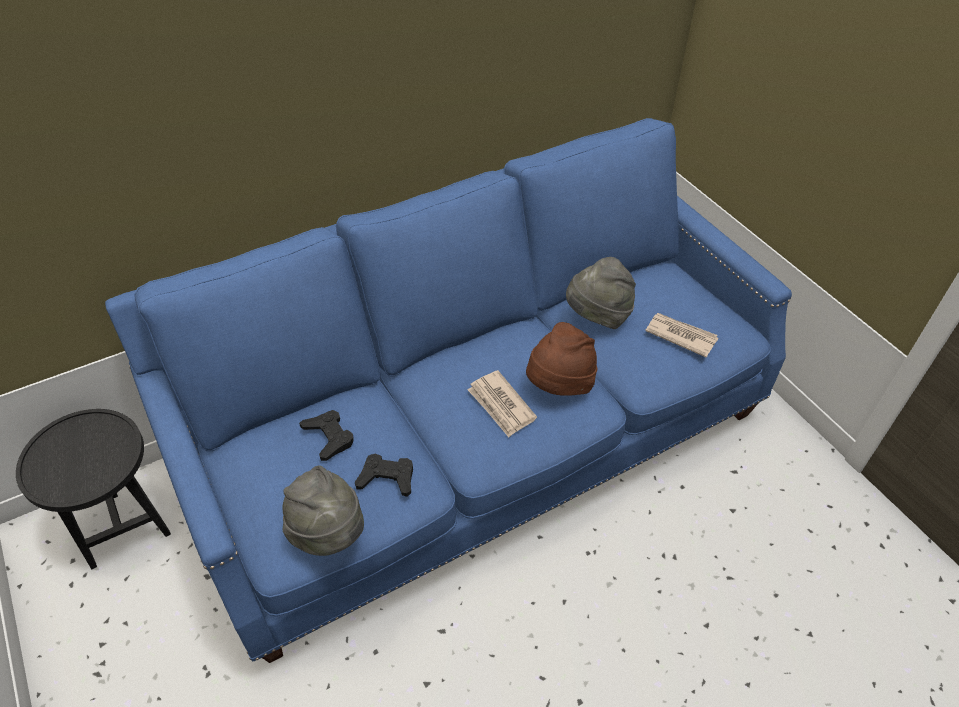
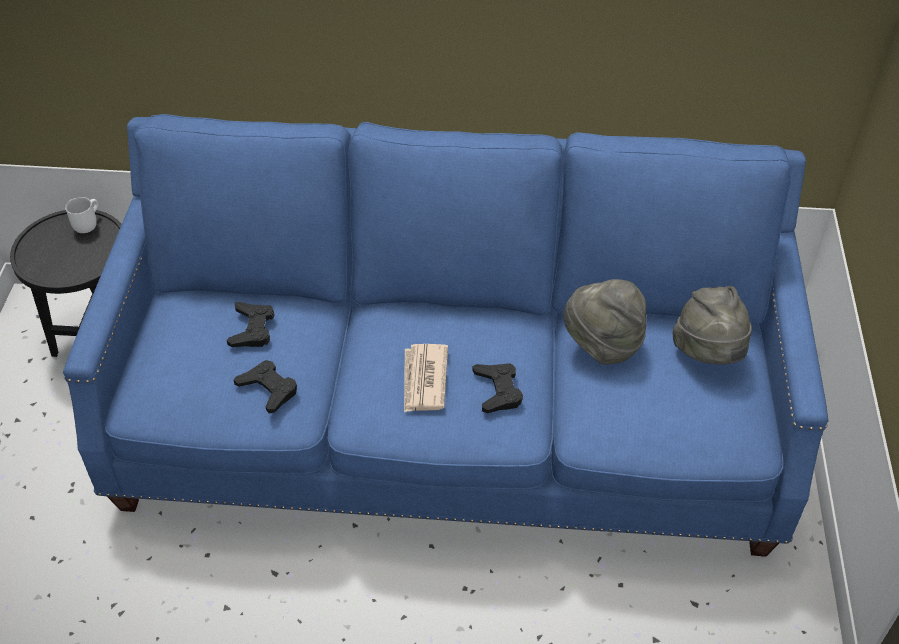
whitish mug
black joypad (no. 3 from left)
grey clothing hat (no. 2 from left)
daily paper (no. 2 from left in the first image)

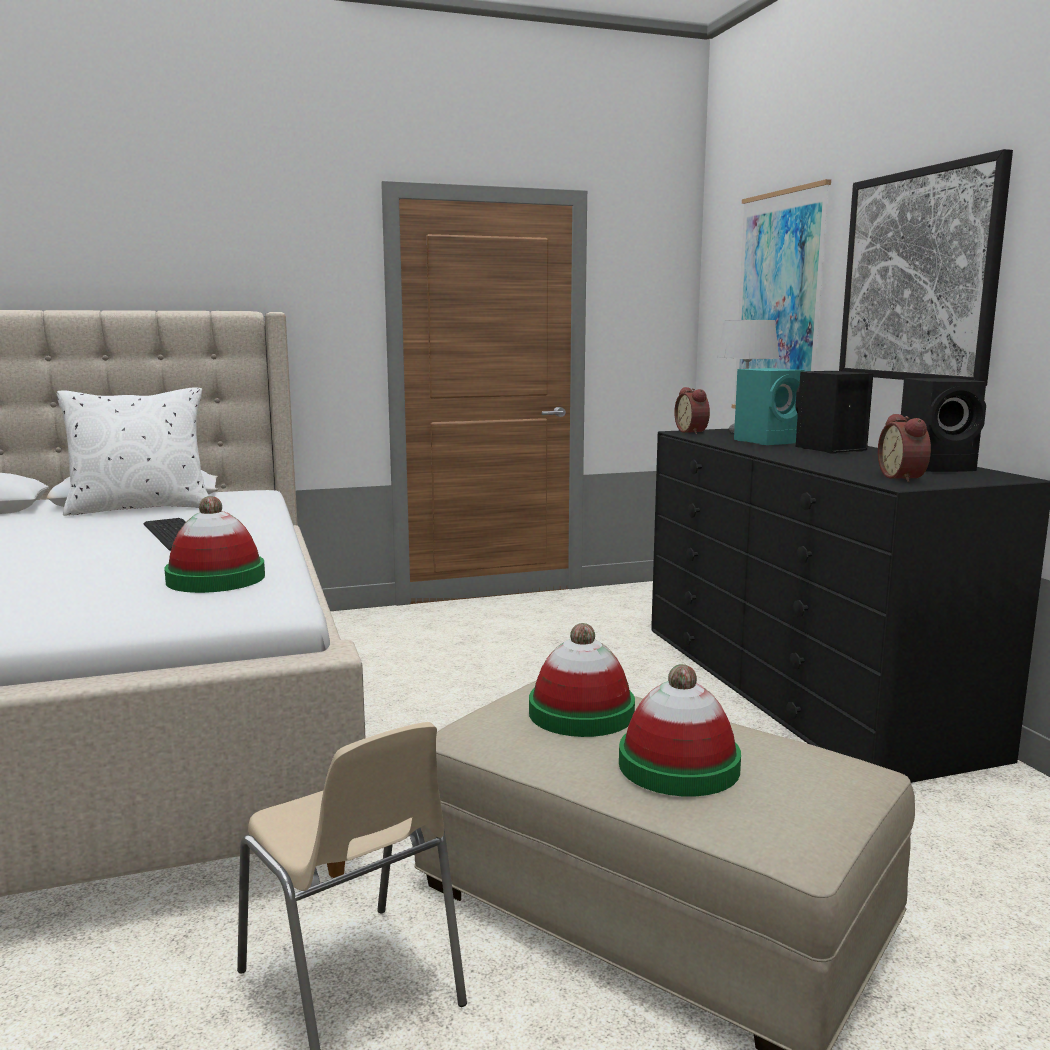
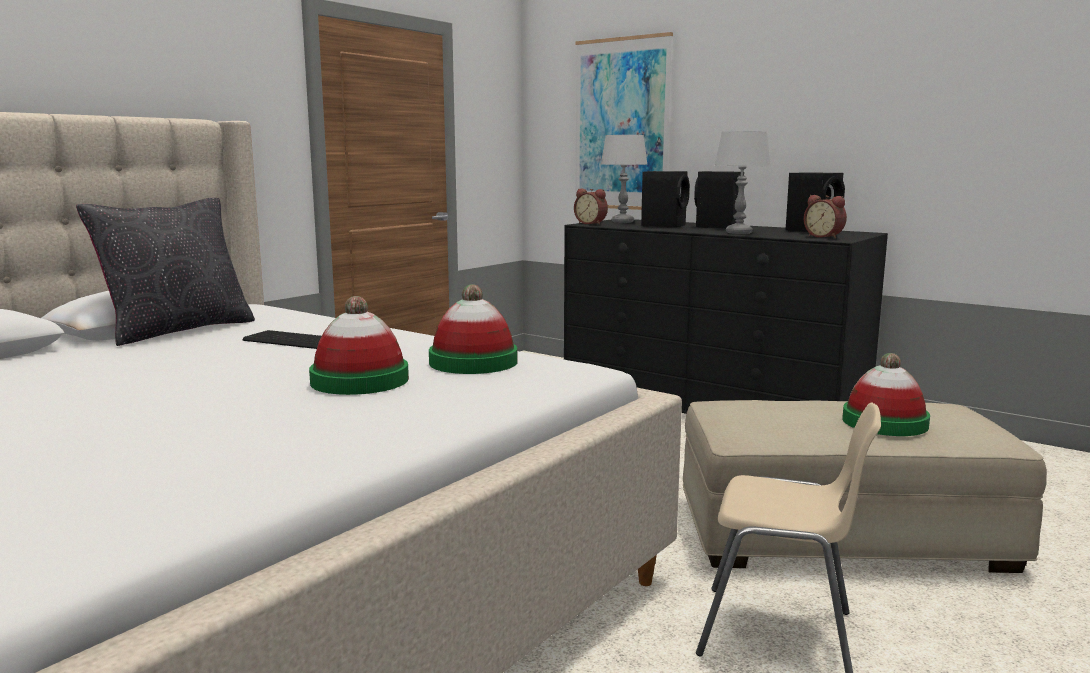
black cushion
clothing hat (no. 1 from left)
black loudspeaker (no. 1 from left)
grey table lamp (no. 2 from left)
wall art (no. 2 from left in the first image)

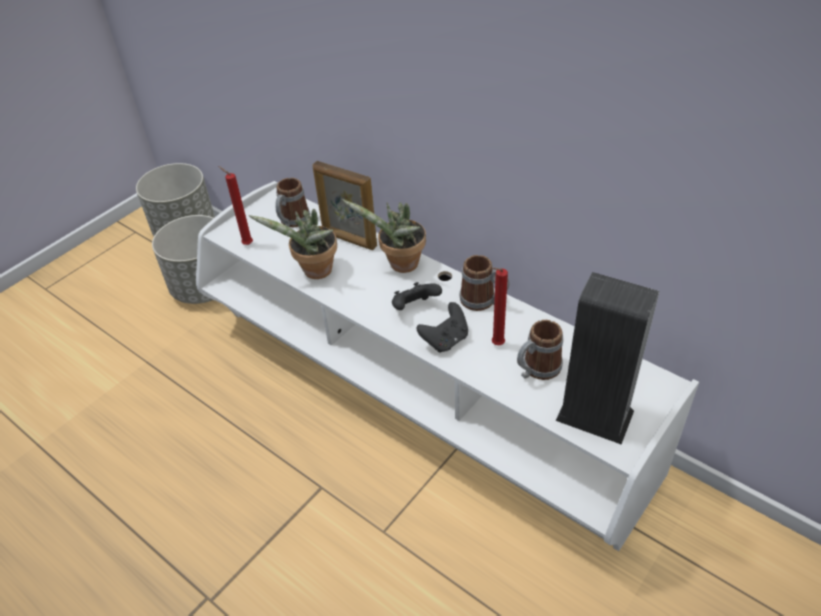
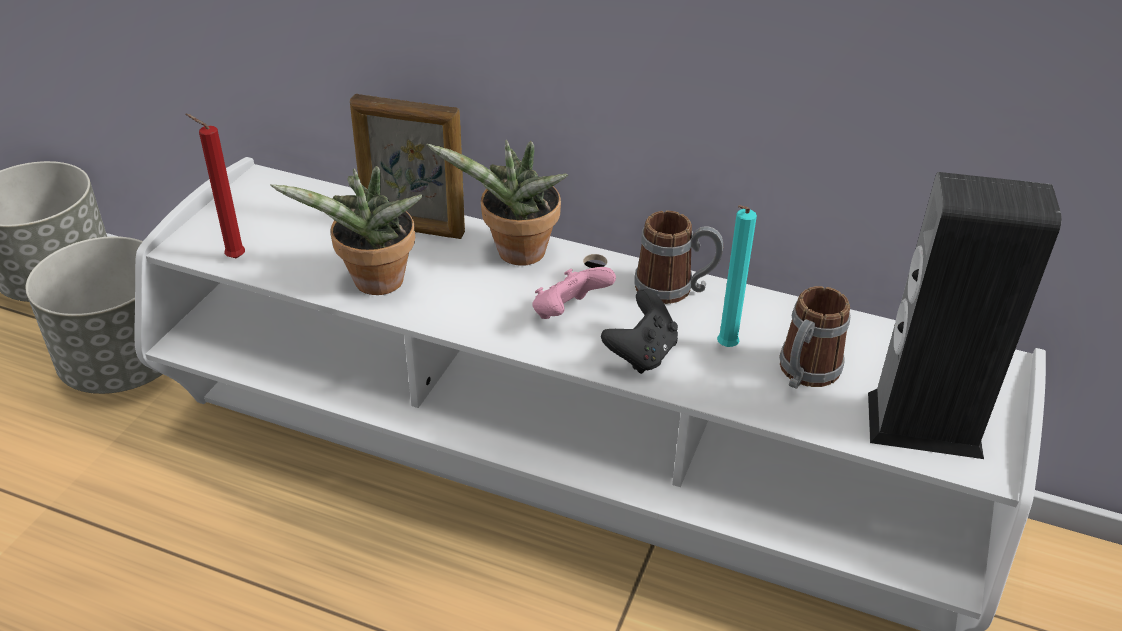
pinkish joypad
blue-green wax candle
mug (no. 1 from left in the first image)

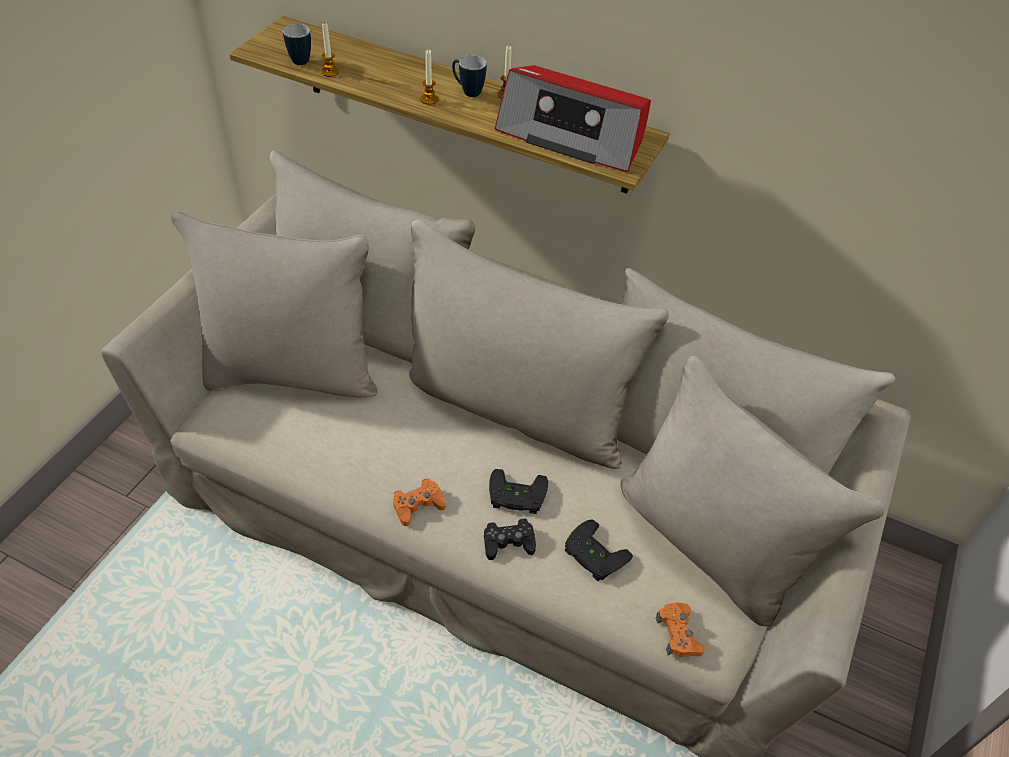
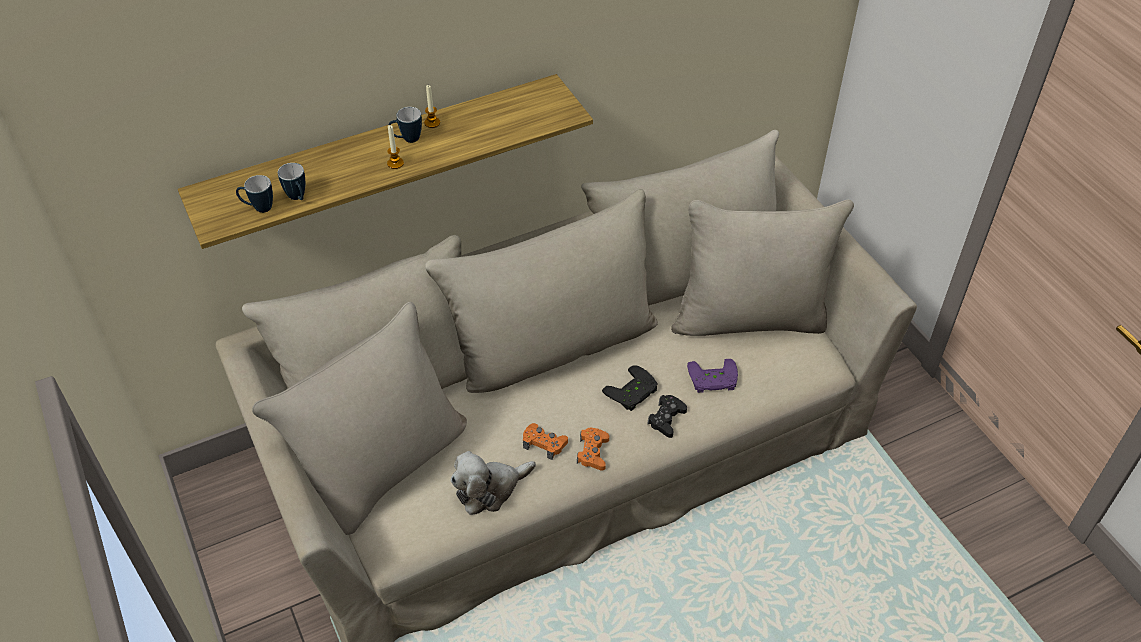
mug (no. 2 from left)
soft toy
orangey joypad (no. 1 from left)
purple-coloured joypad
radio

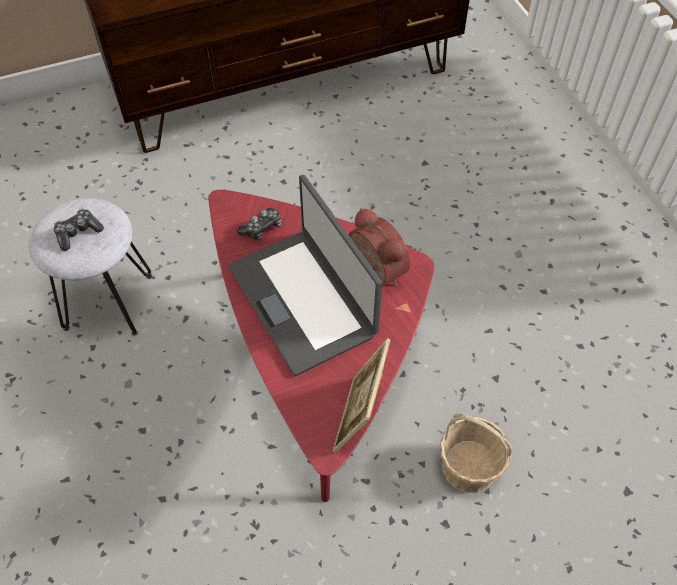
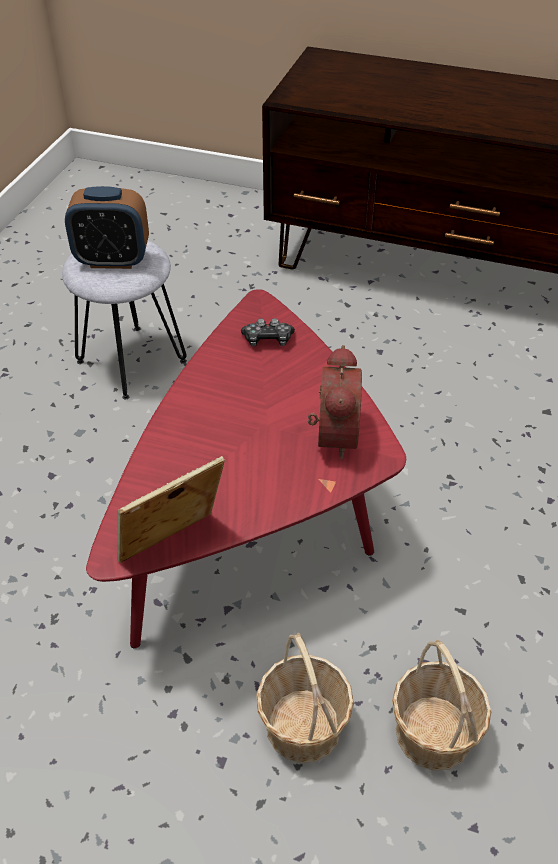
alarm clock (no. 1 from left)
household basket (no. 2 from left)
laptop

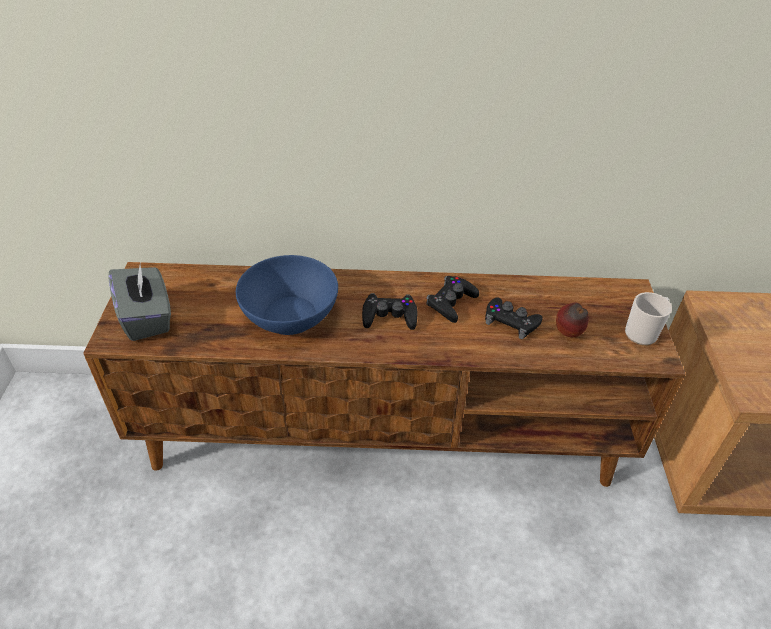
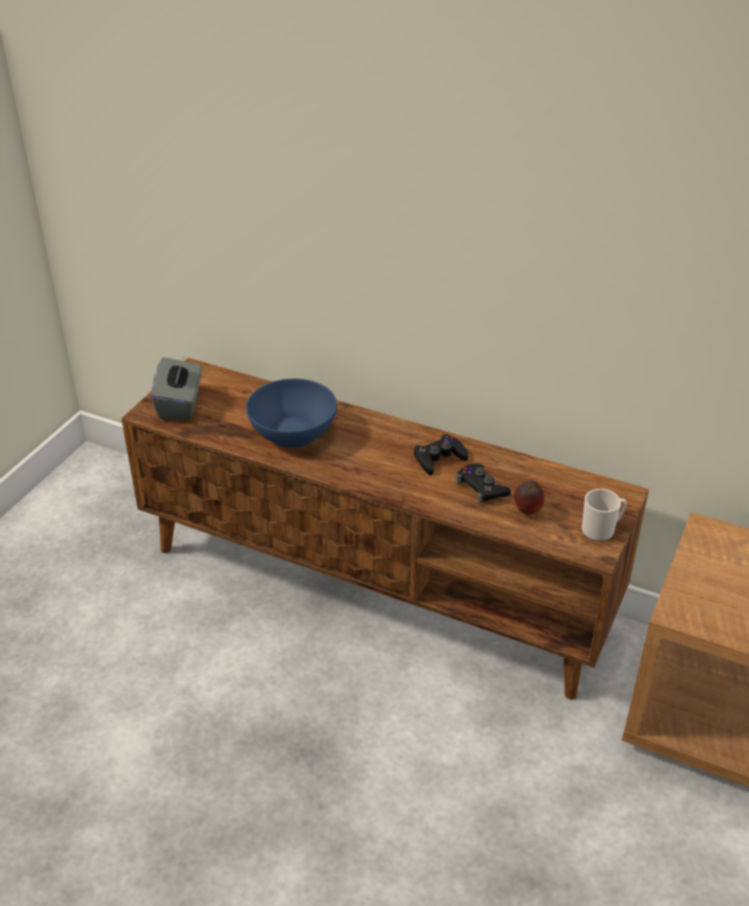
black joypad (no. 1 from left in the first image)

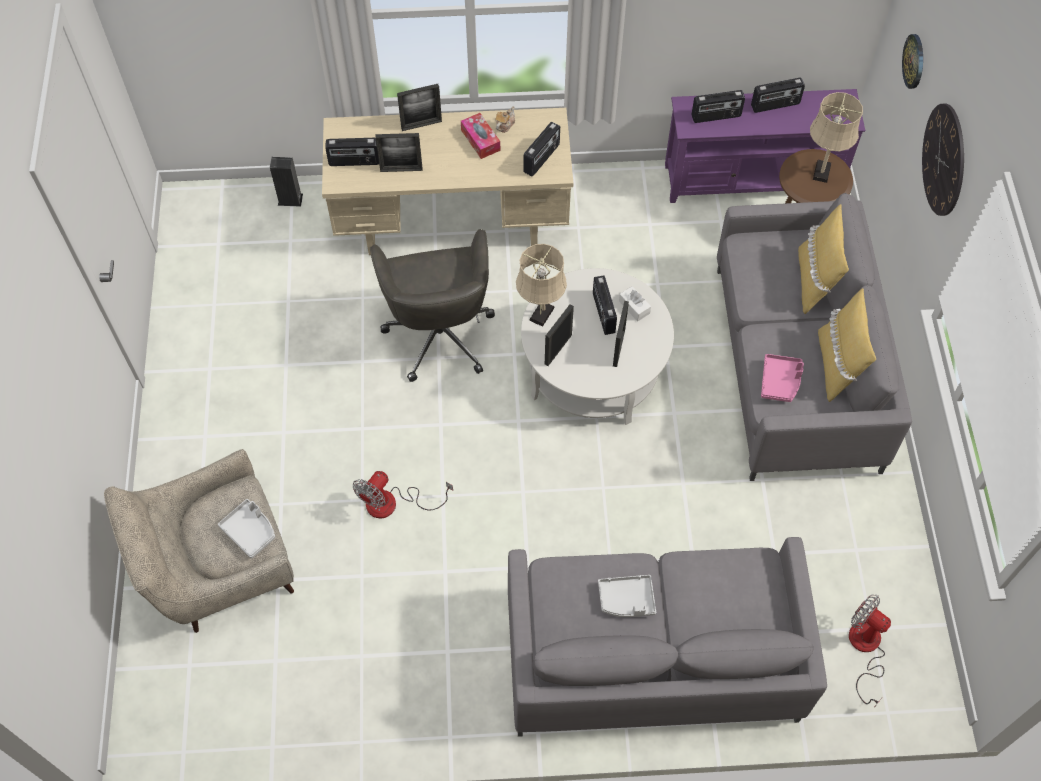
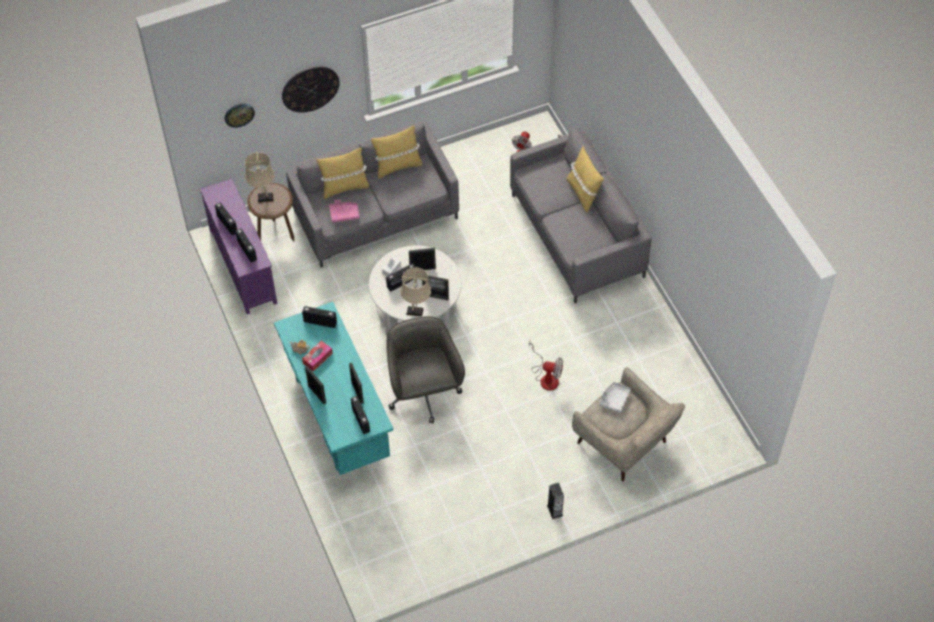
blue-green desk unit
pinkish tray
grey computer chair
loudspeaker
yellow cushion (no. 3 from left)
grey tray (no. 2 from left in the first image)

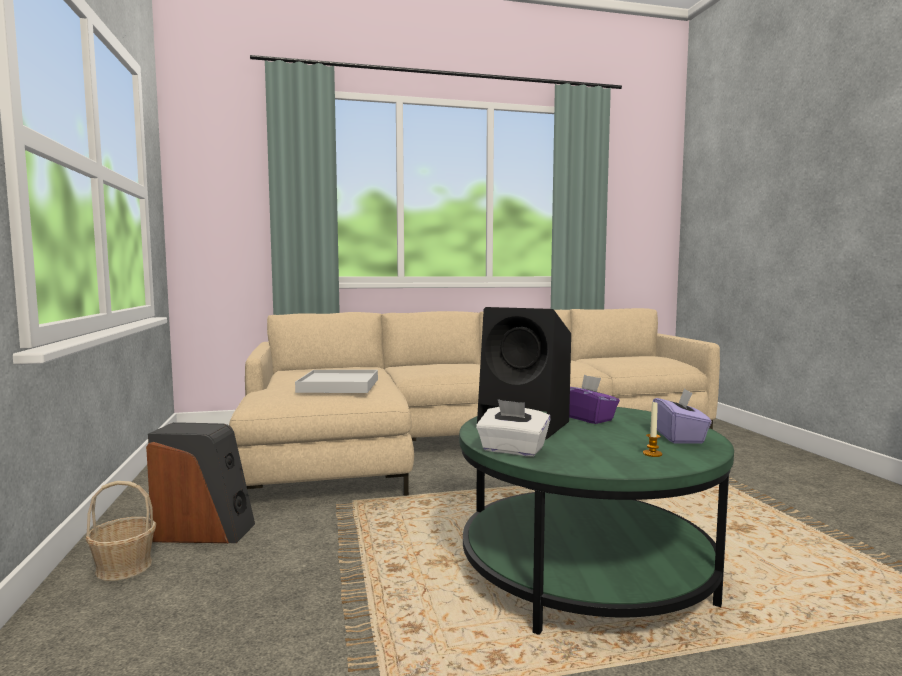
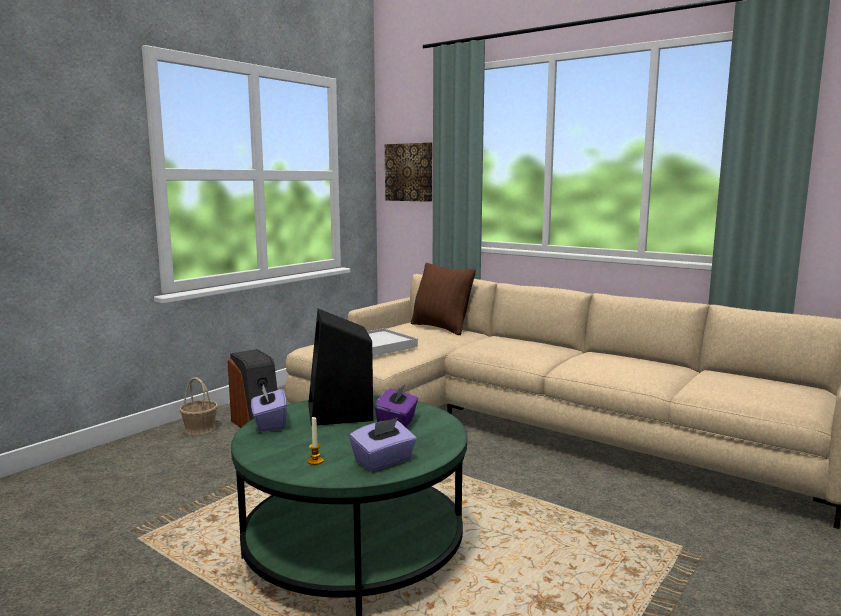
purple-coloured tissue holder (no. 1 from left)
wall art
brown cushion

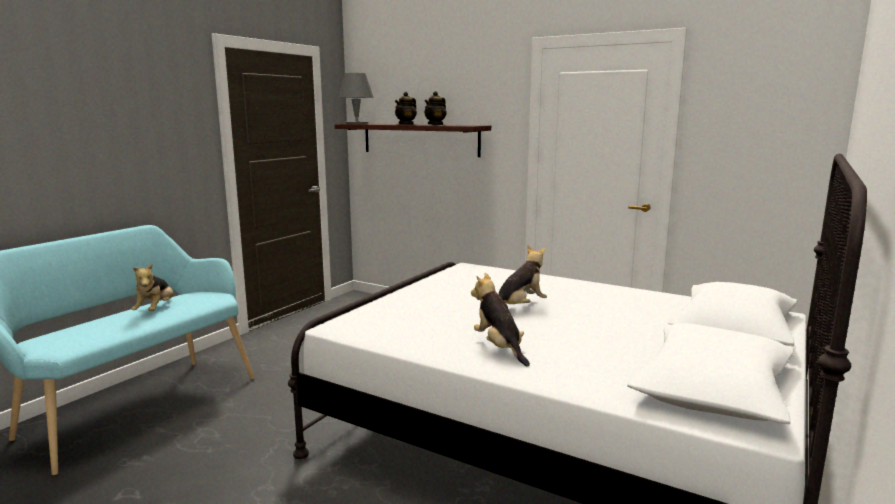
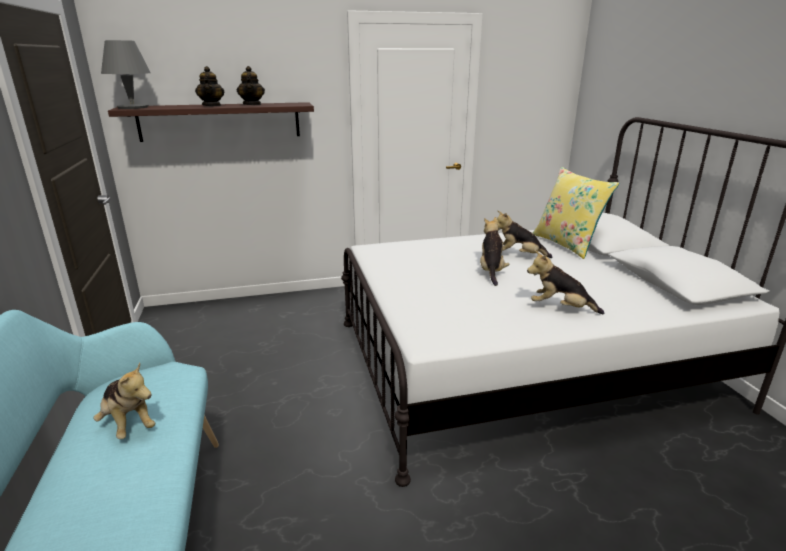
soft toy (no. 3 from left)
yellow cushion

